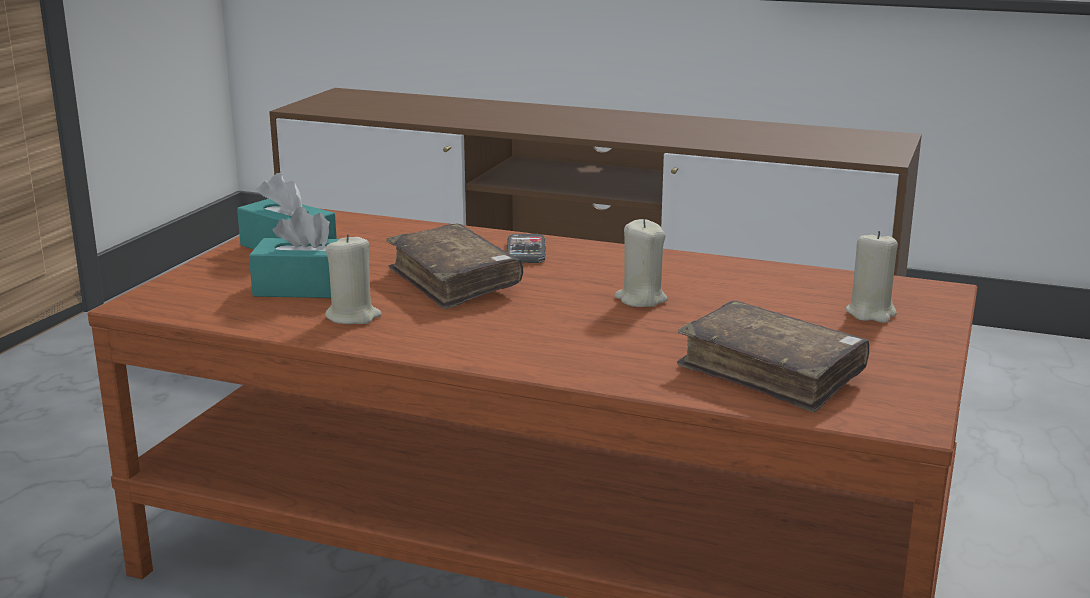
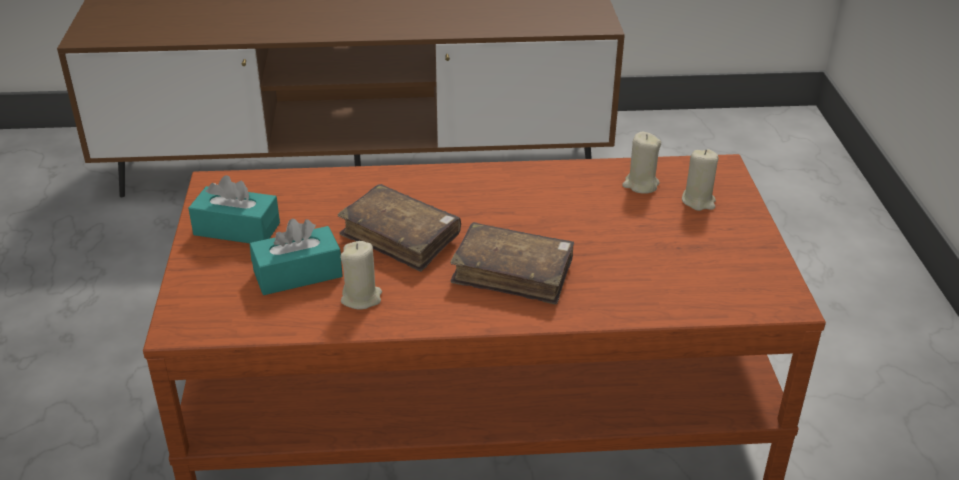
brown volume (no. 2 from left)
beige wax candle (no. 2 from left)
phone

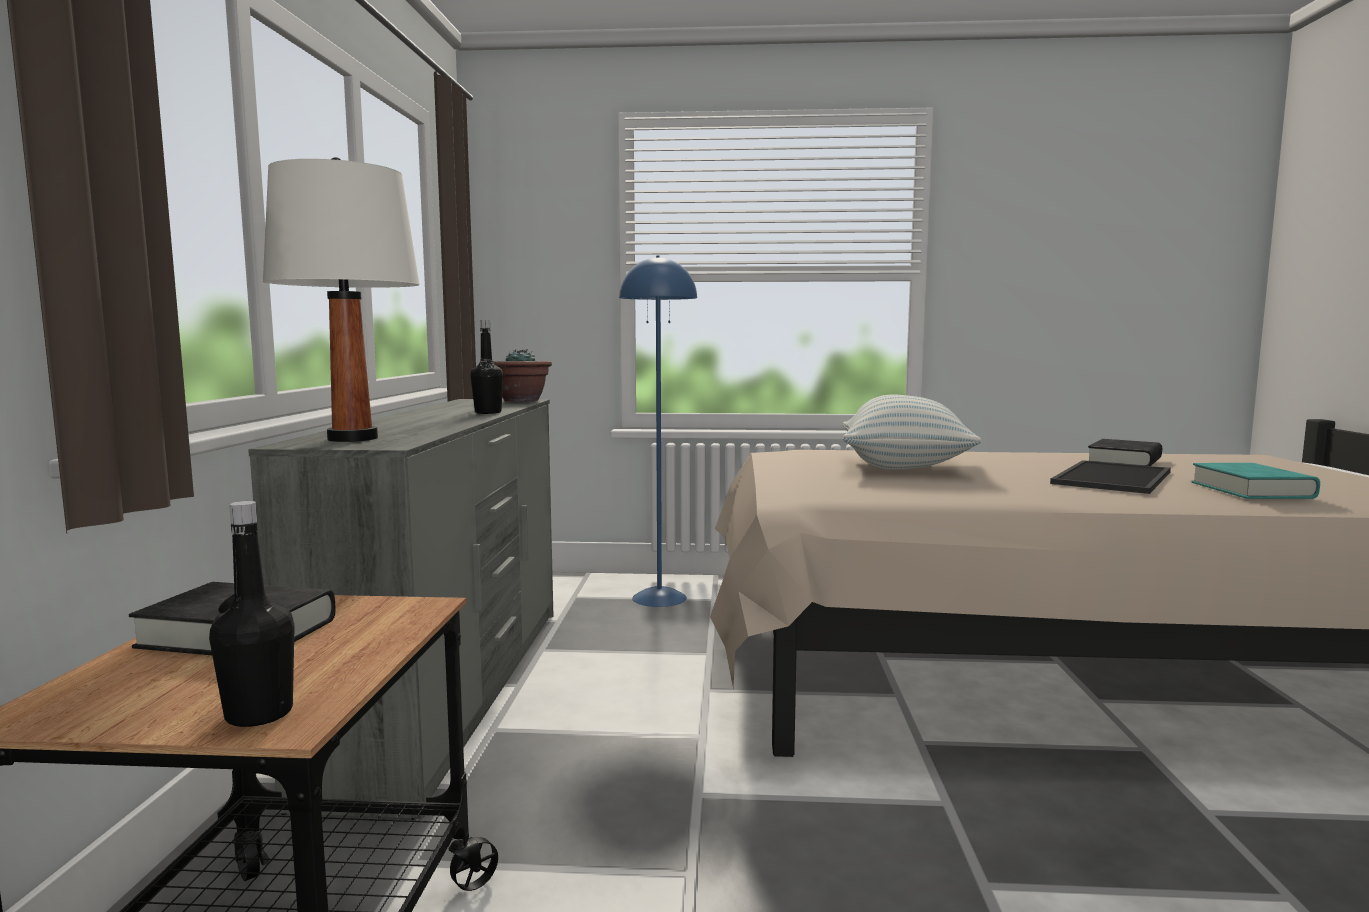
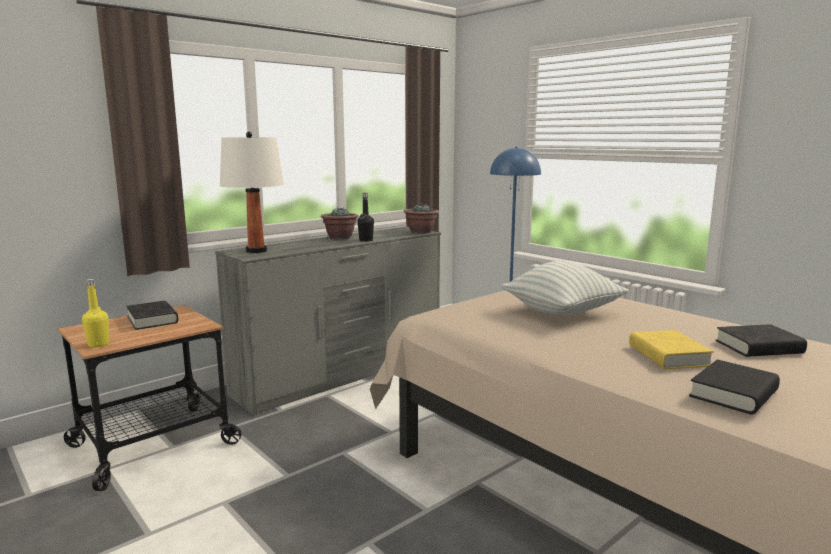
yellow drink bottle
potted plant (no. 1 from left)
yellow volume
black volume (no. 2 from left)

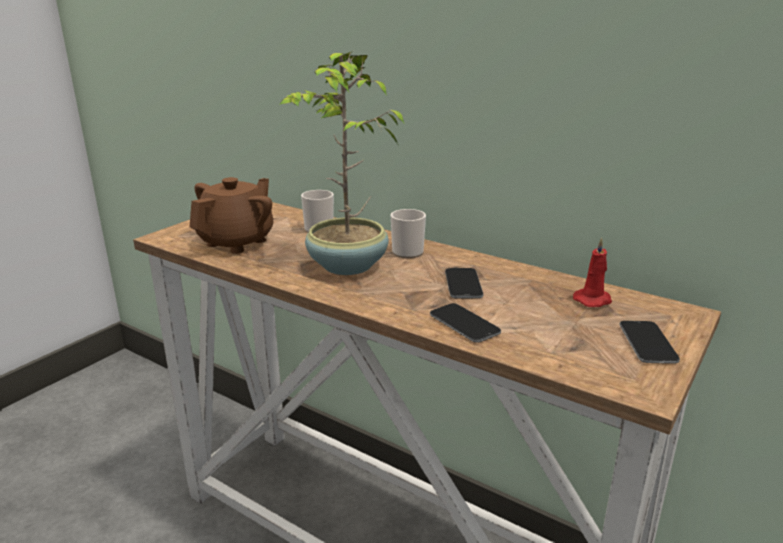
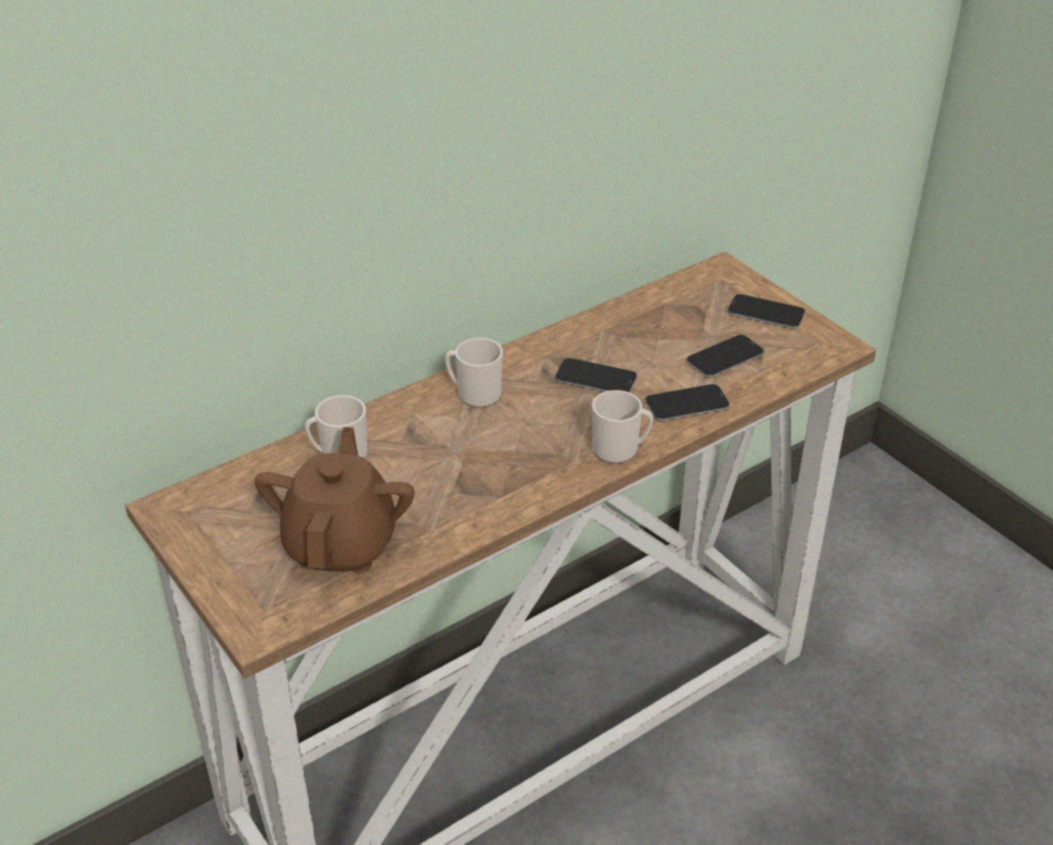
brown tea pot
mug (no. 3 from left)
phone (no. 3 from left)
potted plant
red wax candle

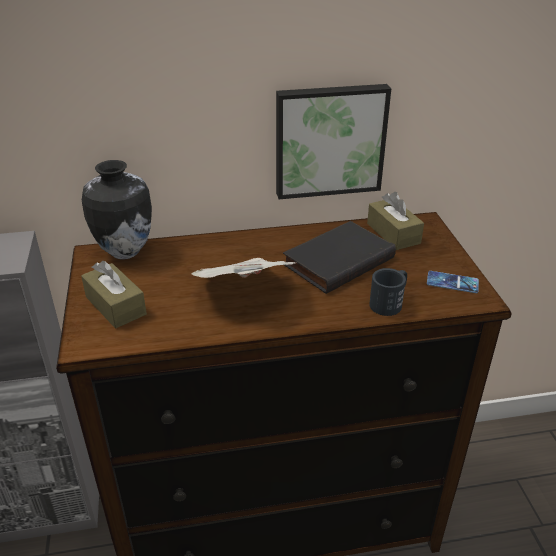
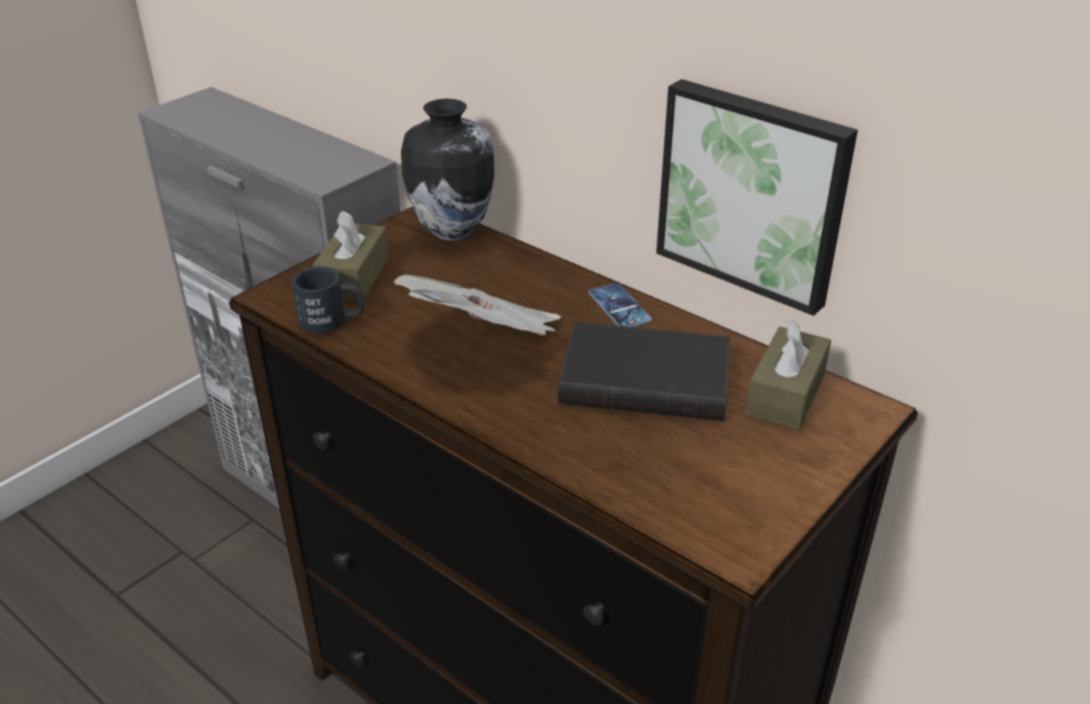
black mug
phone

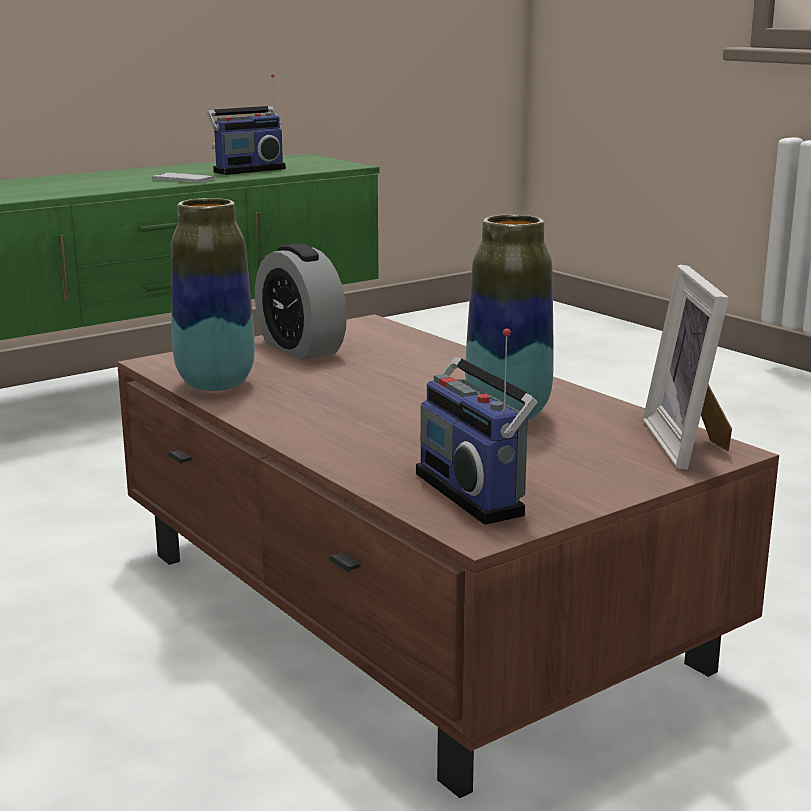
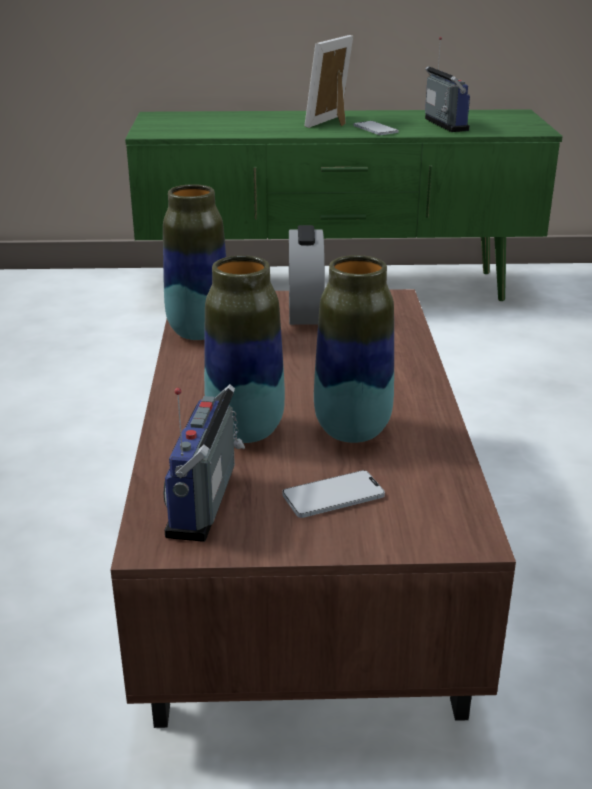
vase (no. 2 from left)
phone (no. 1 from left)
standing frame
radio (no. 2 from left)

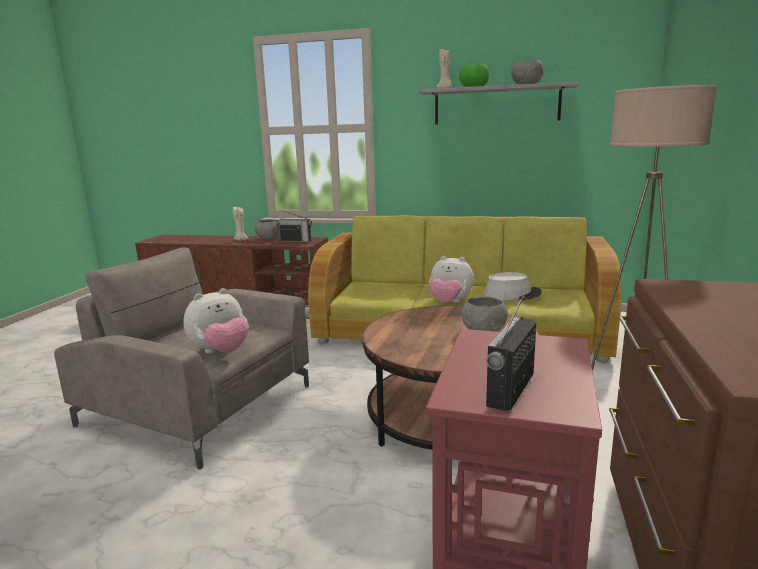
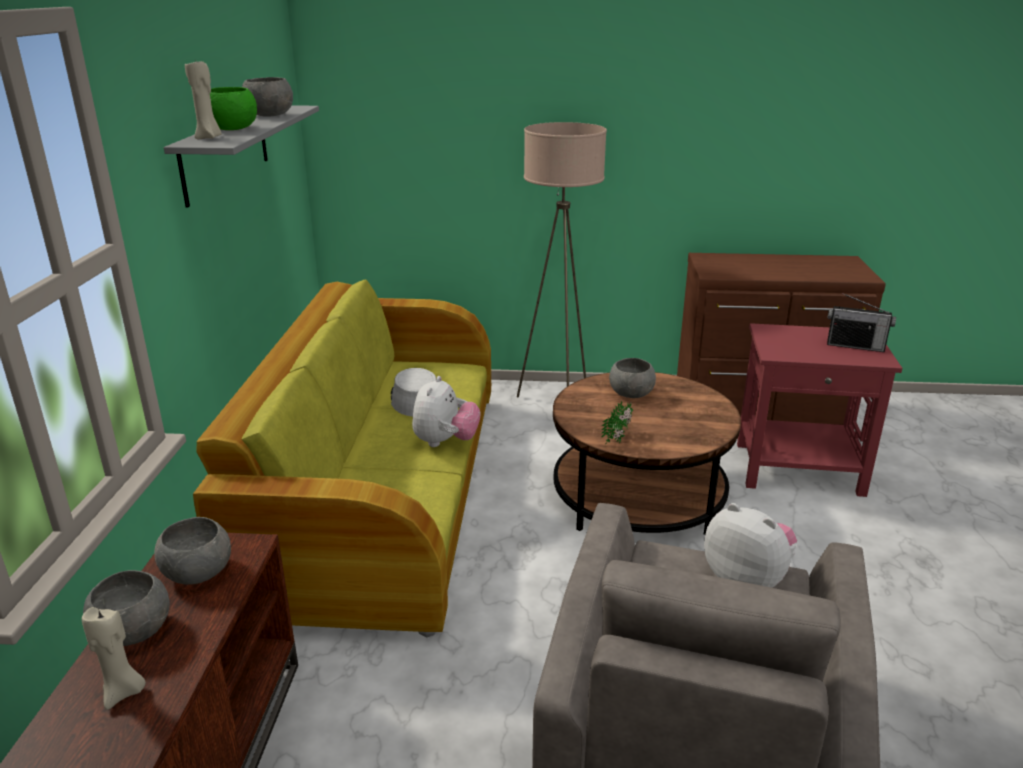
grey deep dish (no. 2 from left)
potted plant

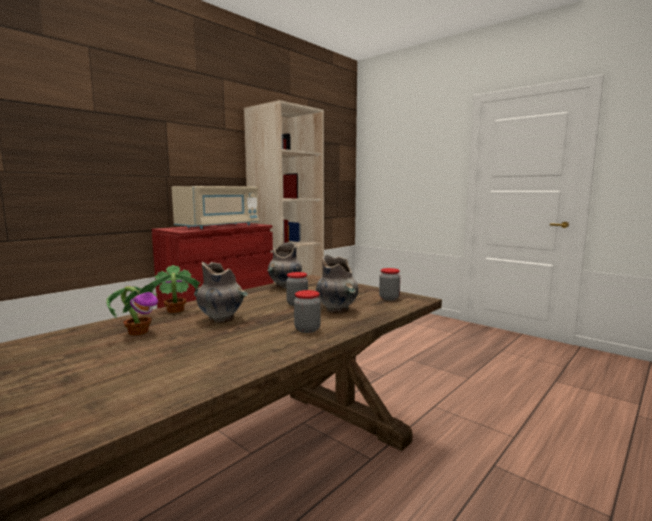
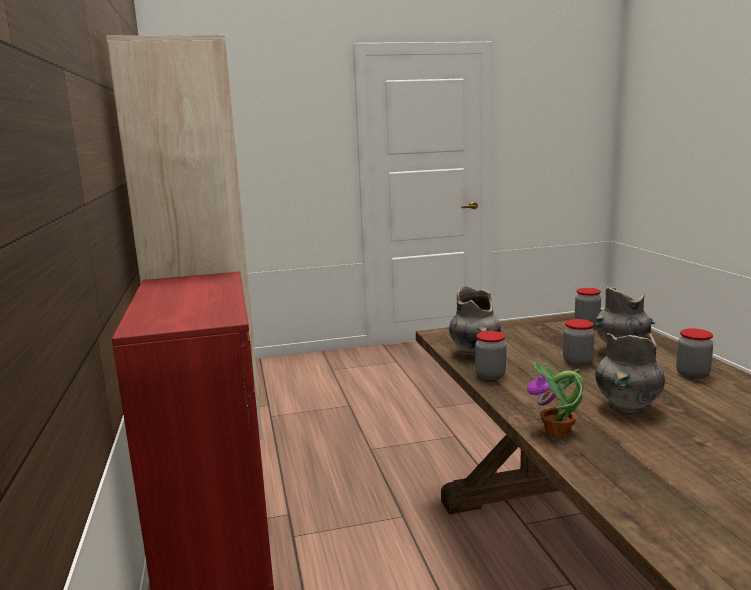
jar (no. 1 from left)
potted plant (no. 1 from left in the first image)
beige microwave

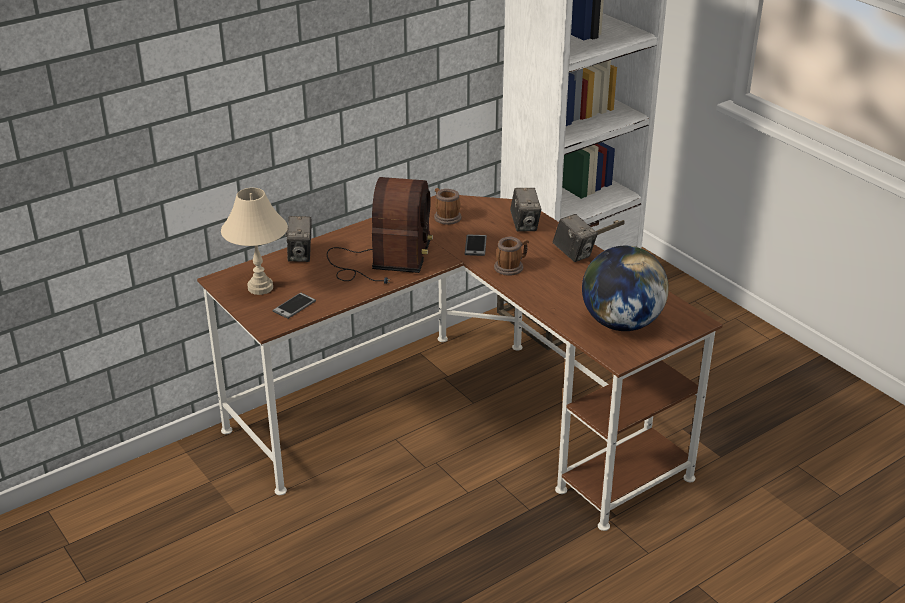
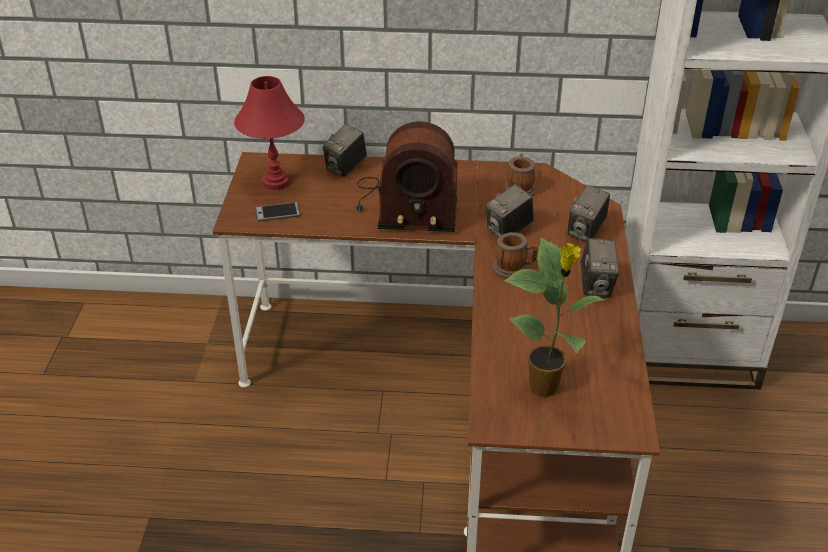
red table lamp
radio
photo camera (no. 2 from left)
potted plant

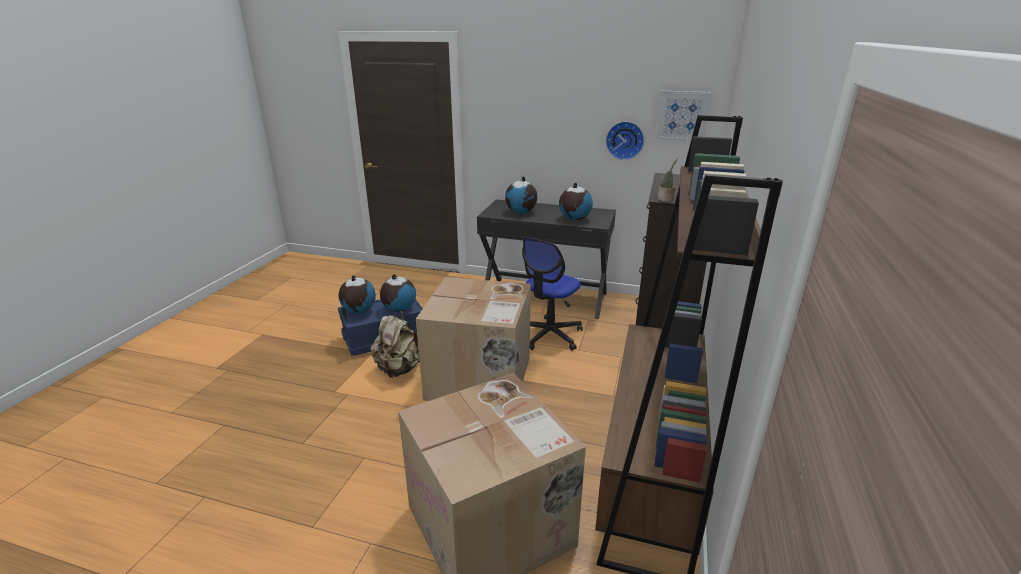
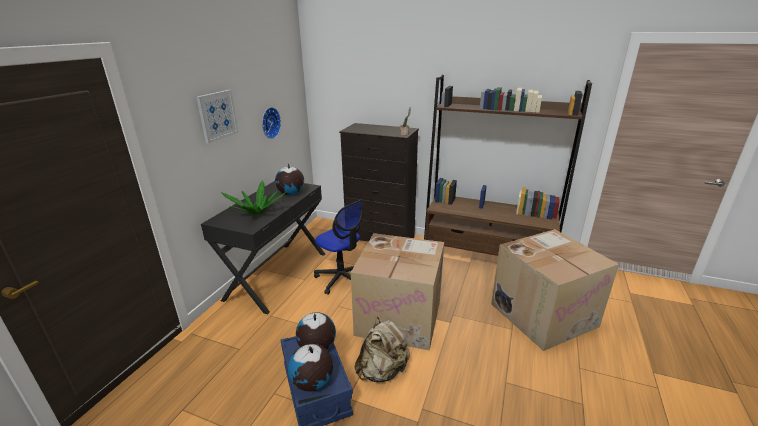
wall art
potted plant (no. 1 from left)

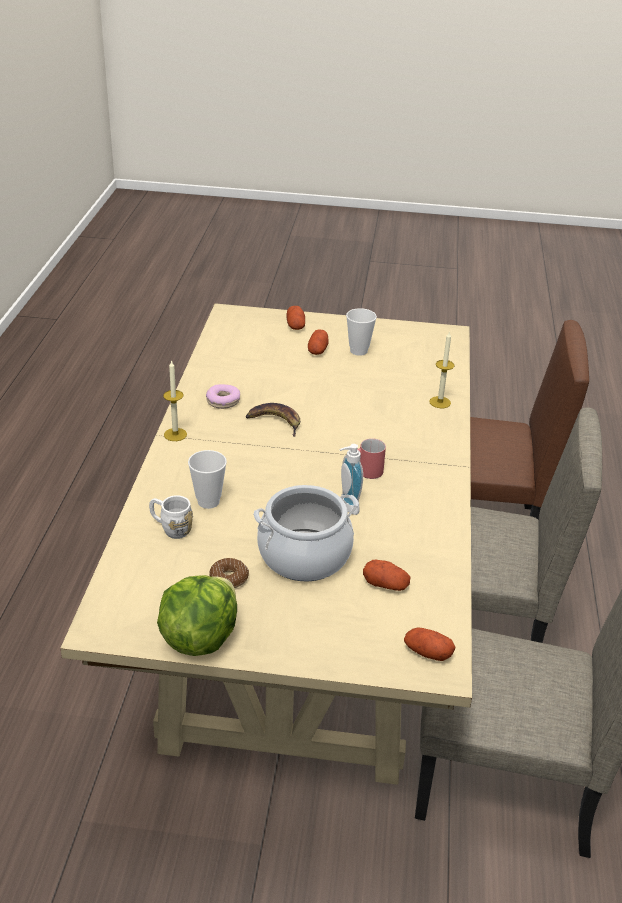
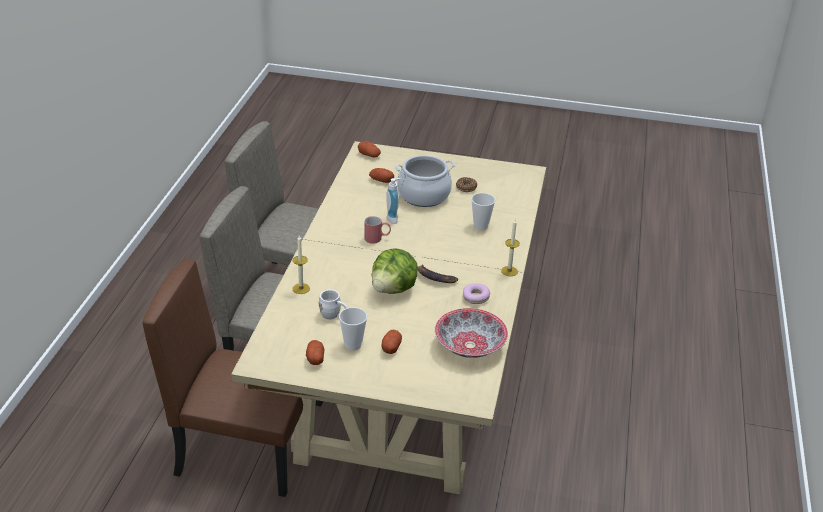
potato (no. 1 from left)
whitish mug
head of lettuce
deep dish

